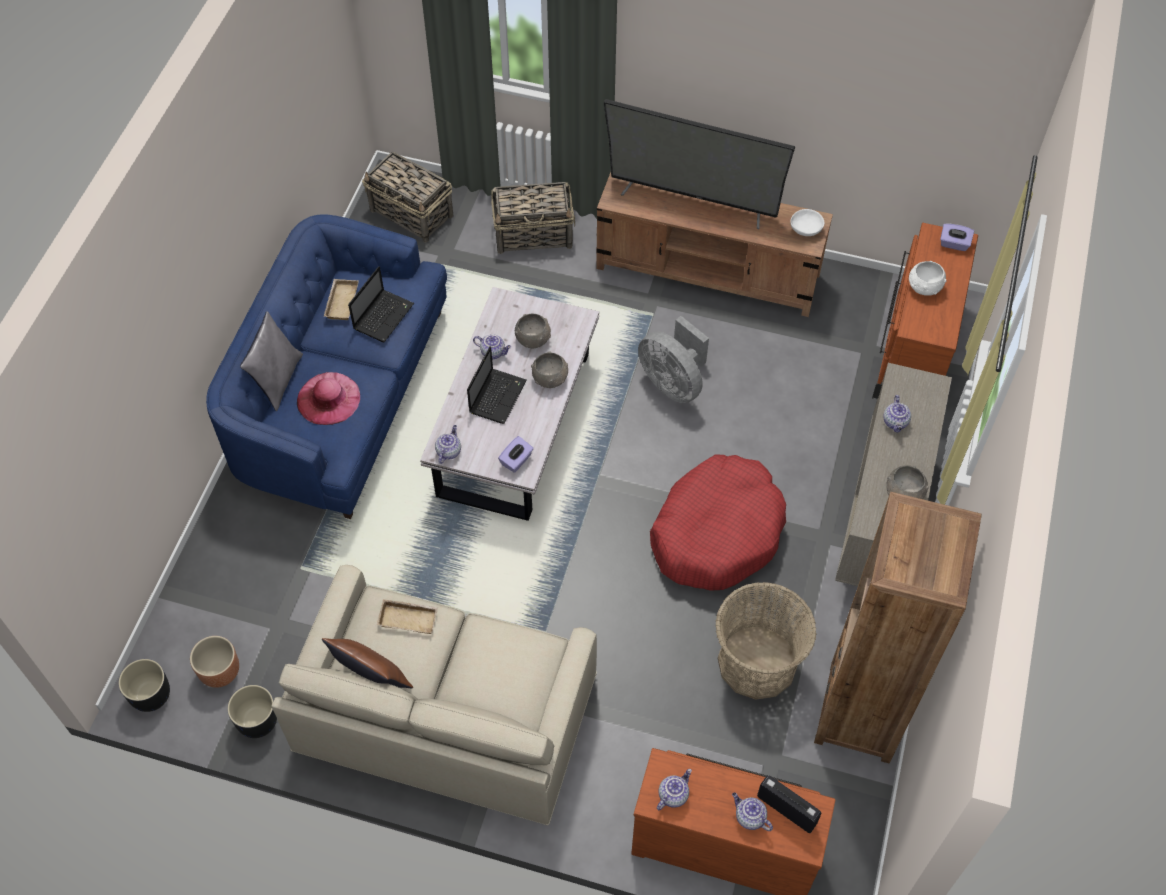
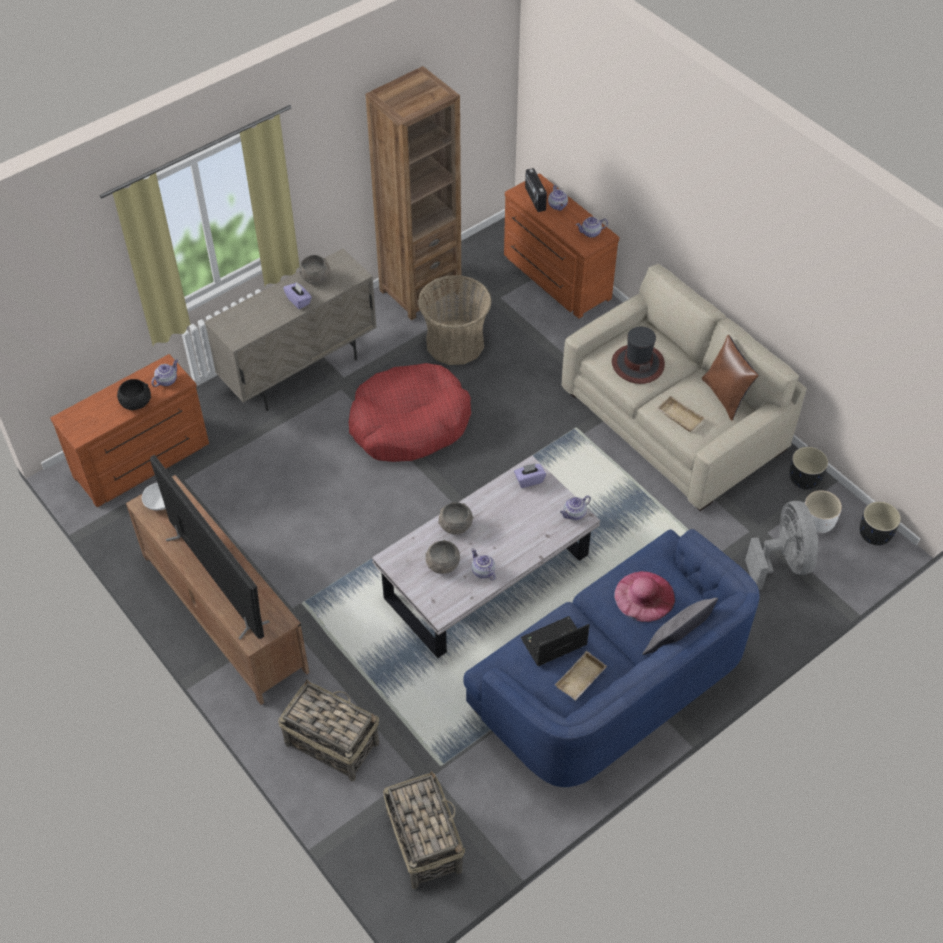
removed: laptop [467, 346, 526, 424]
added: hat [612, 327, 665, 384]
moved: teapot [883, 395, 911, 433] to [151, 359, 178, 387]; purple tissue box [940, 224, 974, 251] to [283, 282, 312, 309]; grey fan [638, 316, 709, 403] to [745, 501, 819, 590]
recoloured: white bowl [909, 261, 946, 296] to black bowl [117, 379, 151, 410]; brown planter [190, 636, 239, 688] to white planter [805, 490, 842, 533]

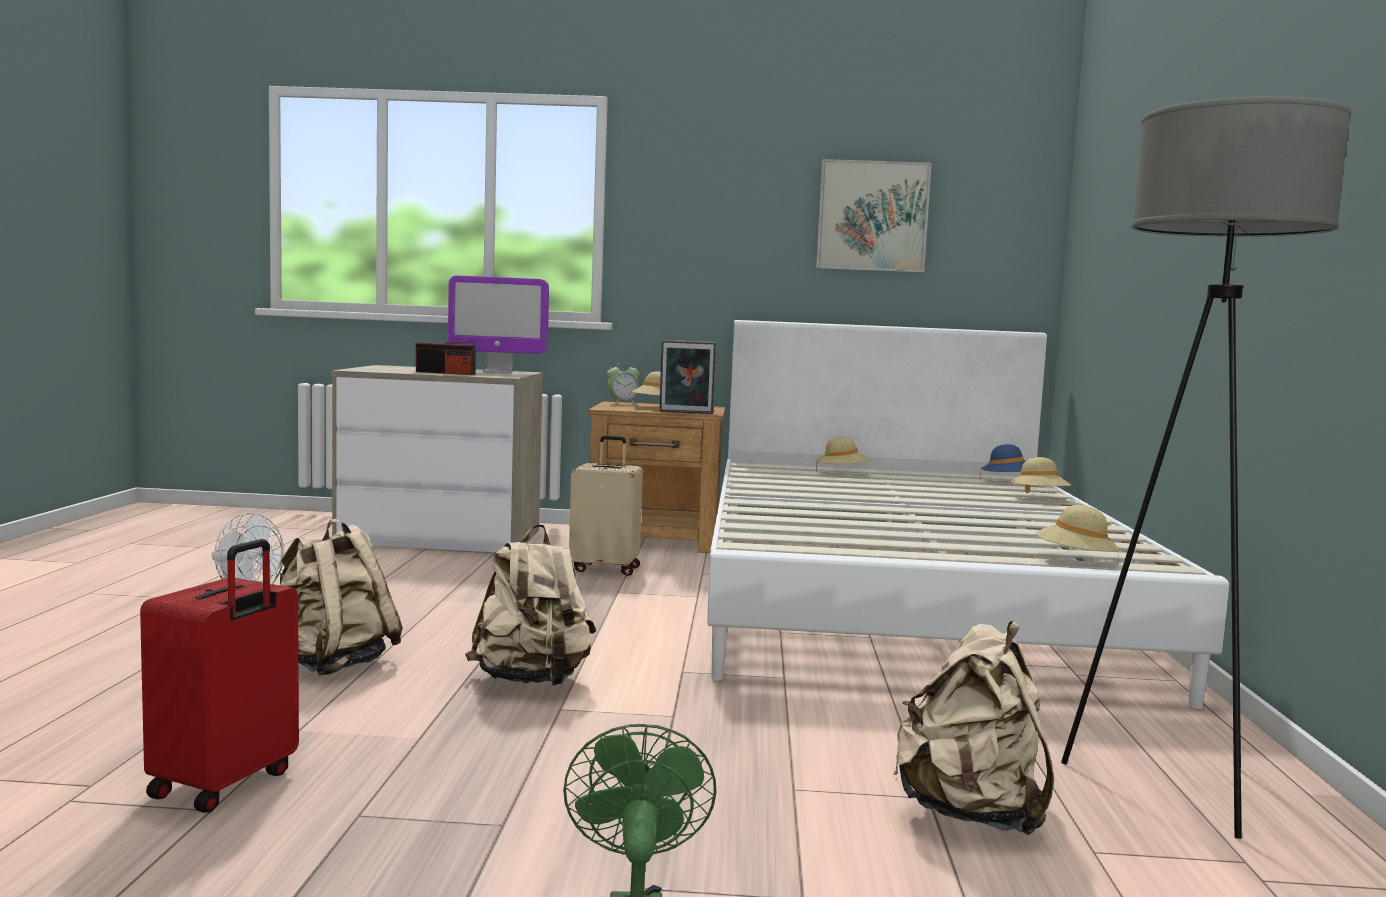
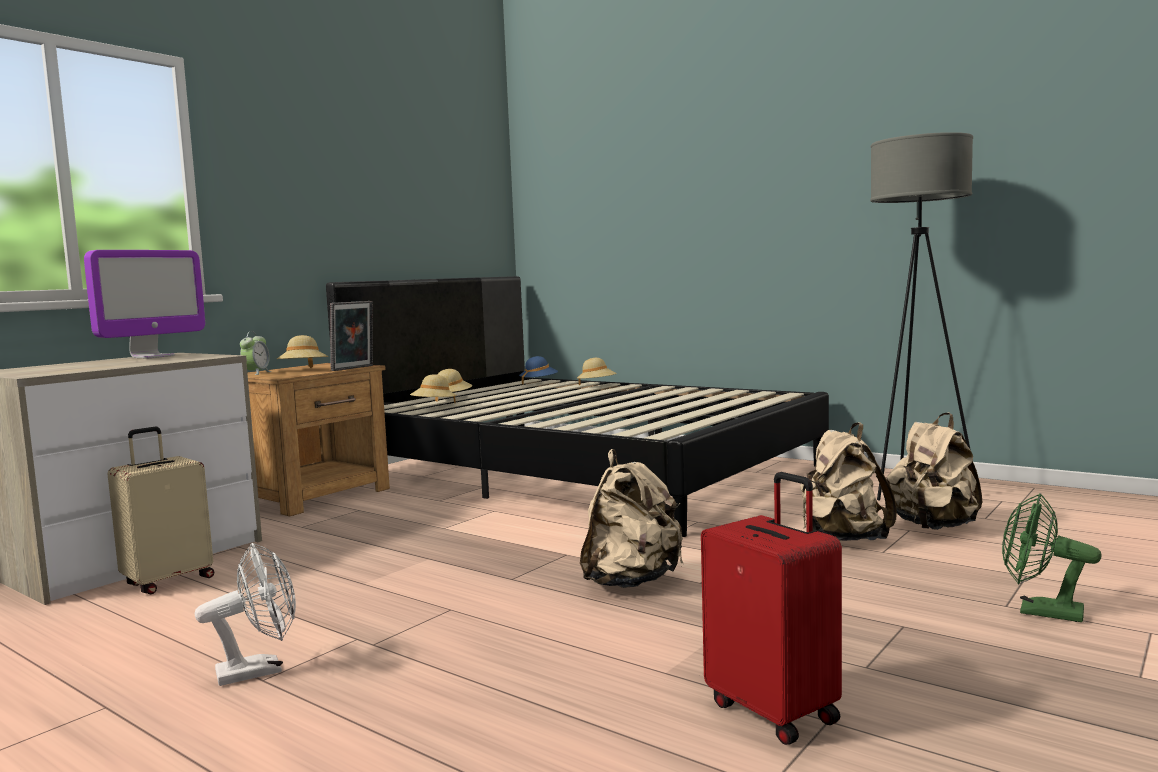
removed: radio [416, 340, 476, 375]; picture [816, 159, 932, 272]
moved: beige suitcase [569, 435, 643, 576] to [108, 427, 214, 594]; beige hat [1035, 505, 1119, 565] to [410, 374, 457, 403]; beige backpack [280, 519, 403, 676] to [800, 422, 897, 541]
recoloured: white bed [707, 320, 1229, 709] to black bed [326, 276, 829, 537]

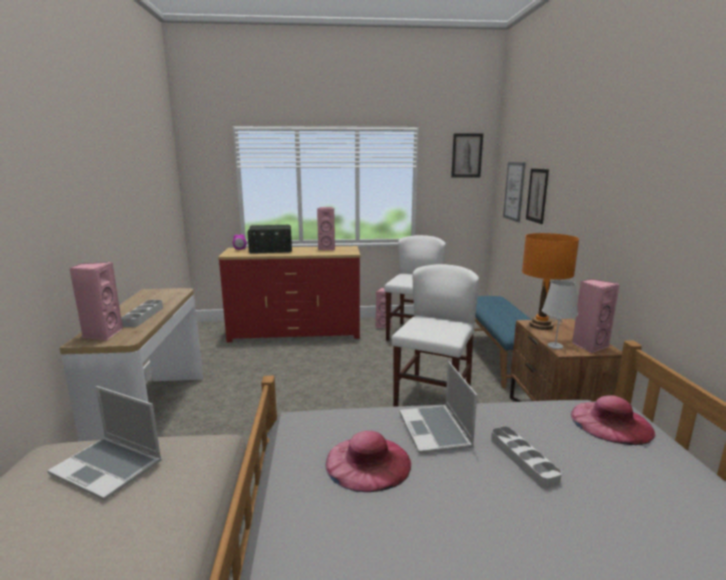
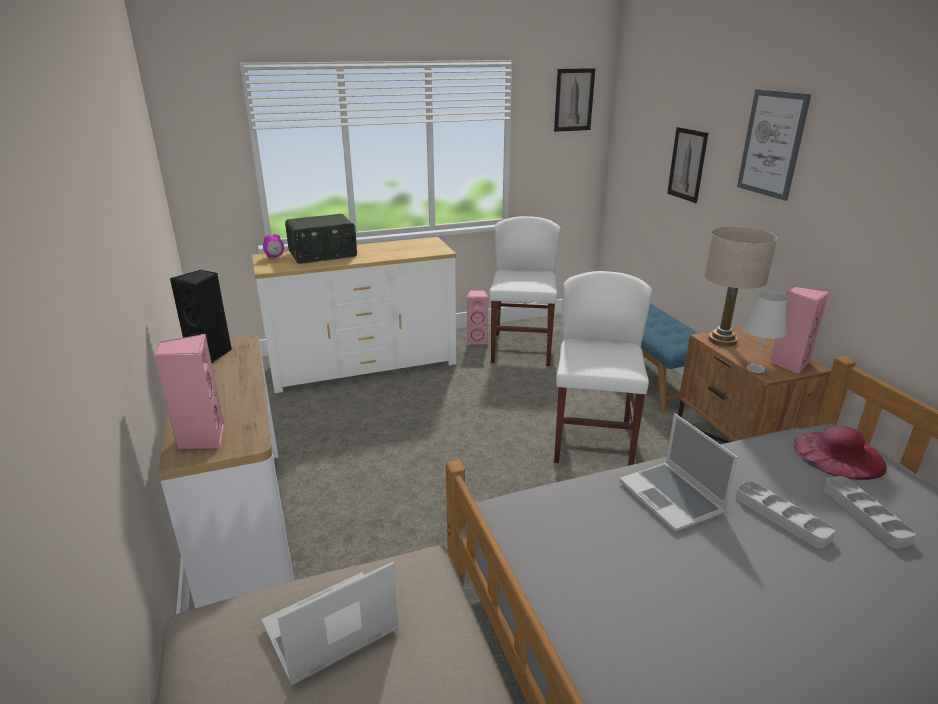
removed: pink speaker [317, 207, 335, 250]; pink hat [325, 431, 411, 492]
added: black speaker [170, 270, 232, 363]
moved: picture [503, 162, 526, 222] to [737, 89, 811, 201]; grey tray [121, 300, 163, 327] to [824, 476, 916, 548]
recoloured: red dresser [218, 246, 360, 342] to white dresser [252, 237, 456, 393]; orange table lamp [522, 233, 579, 330] to beige table lamp [704, 226, 777, 346]
turned: laptop [47, 386, 162, 501] = [261, 562, 399, 685] 135 degrees clockwise

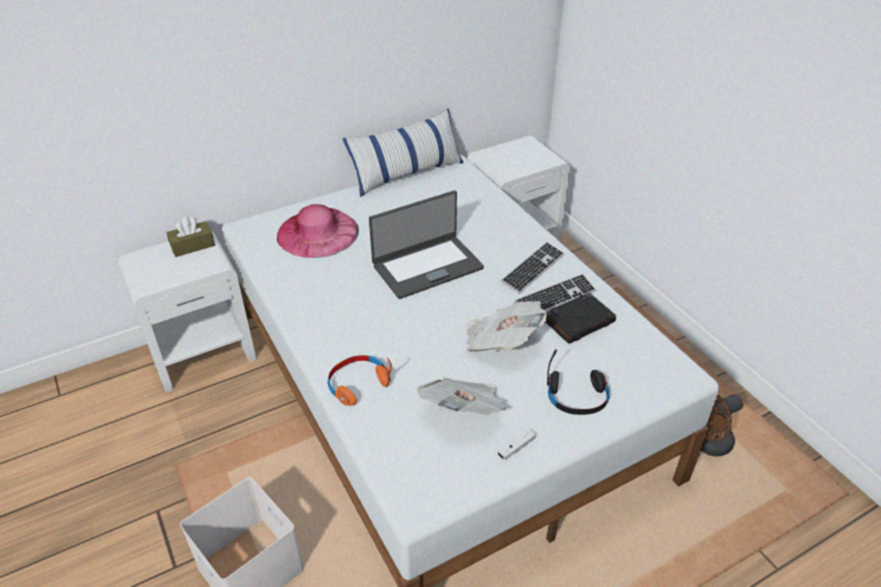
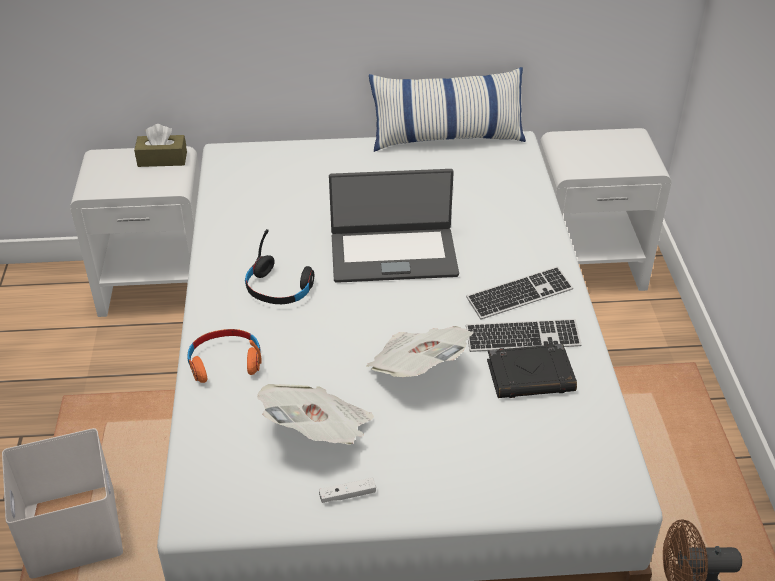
removed: pink hat [277, 204, 359, 258]
moved: black headphones [547, 350, 610, 415] to [245, 229, 314, 304]

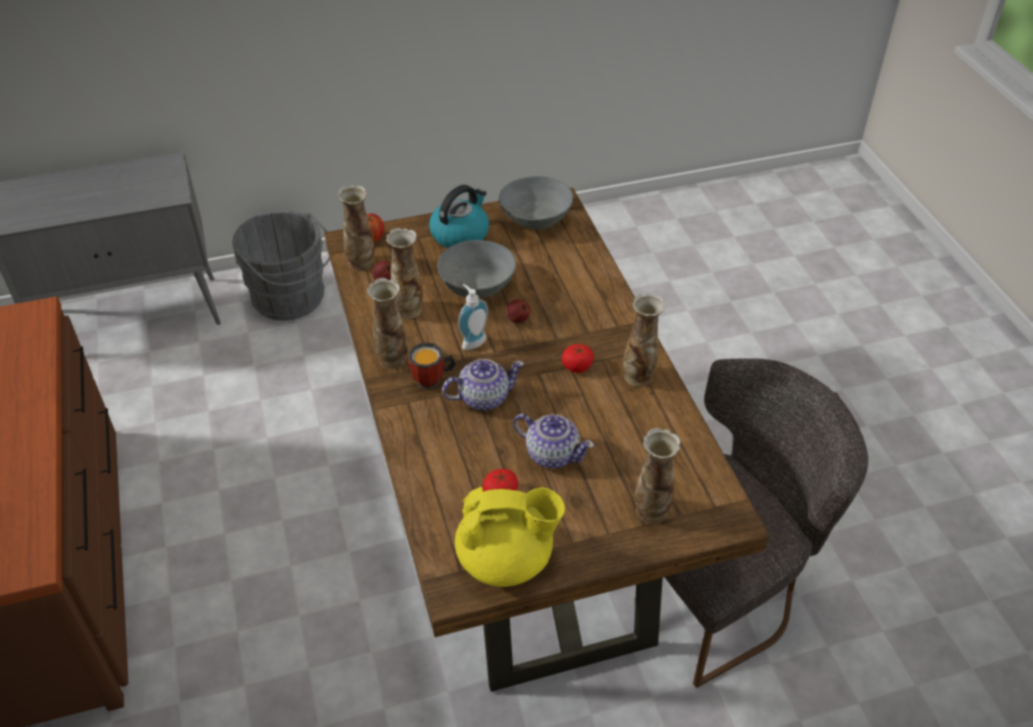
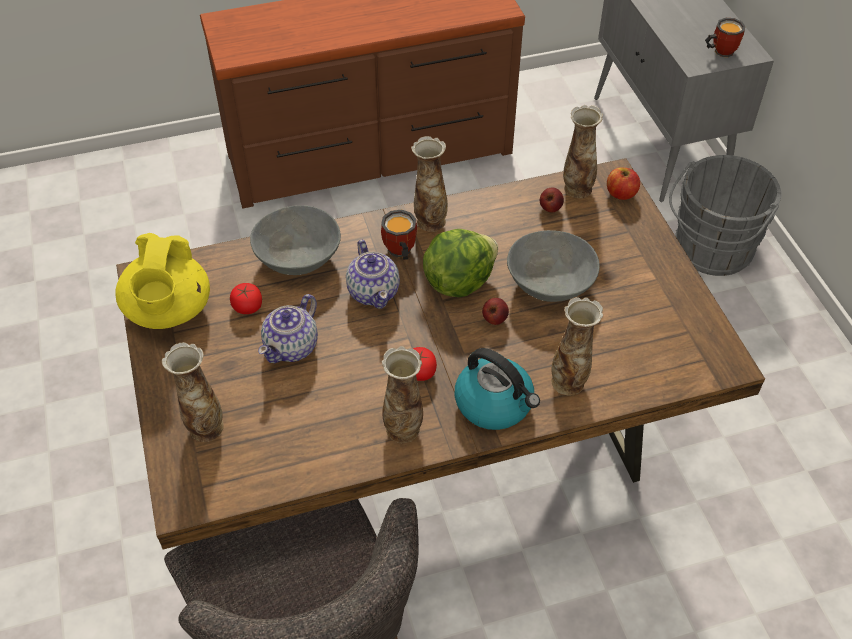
added: mug [705, 18, 746, 57]
moved: grey bowl [498, 176, 573, 230] to [250, 205, 341, 275]; kettle [429, 185, 489, 248] to [454, 348, 540, 430]; vase [386, 228, 423, 319] to [552, 297, 603, 395]
replaced: soap dispenser [458, 284, 488, 350] to lettuce [423, 229, 498, 297]

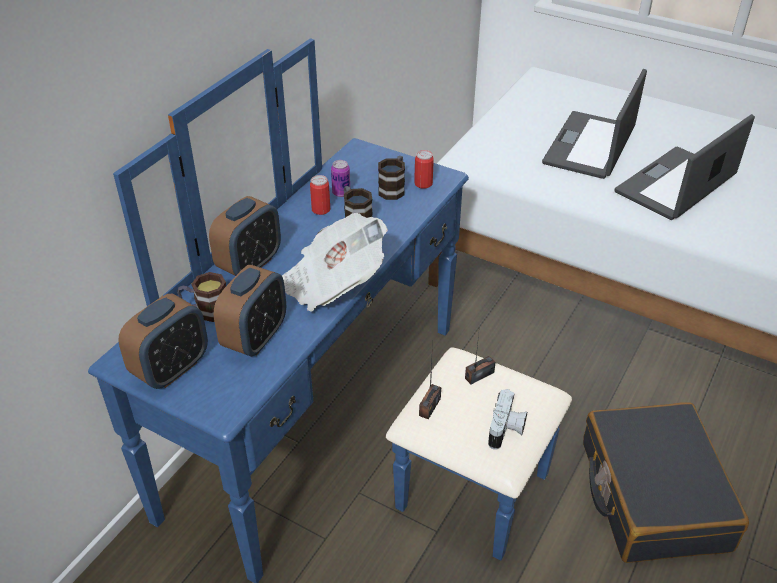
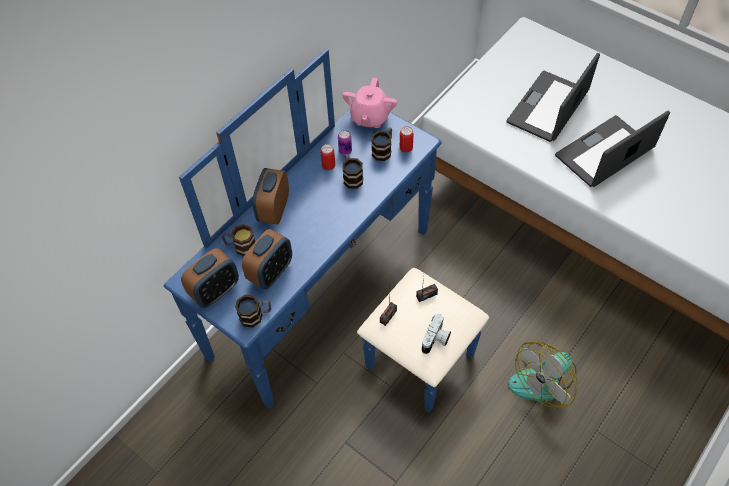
removed: newspaper [282, 213, 388, 312]
added: mug [235, 295, 271, 328]; pink teapot [342, 78, 397, 128]
replaced: black suitcase [583, 402, 749, 563] to fan [508, 341, 578, 407]
turned: alarm clock [209, 196, 281, 276] = [252, 168, 289, 225] 150 degrees clockwise

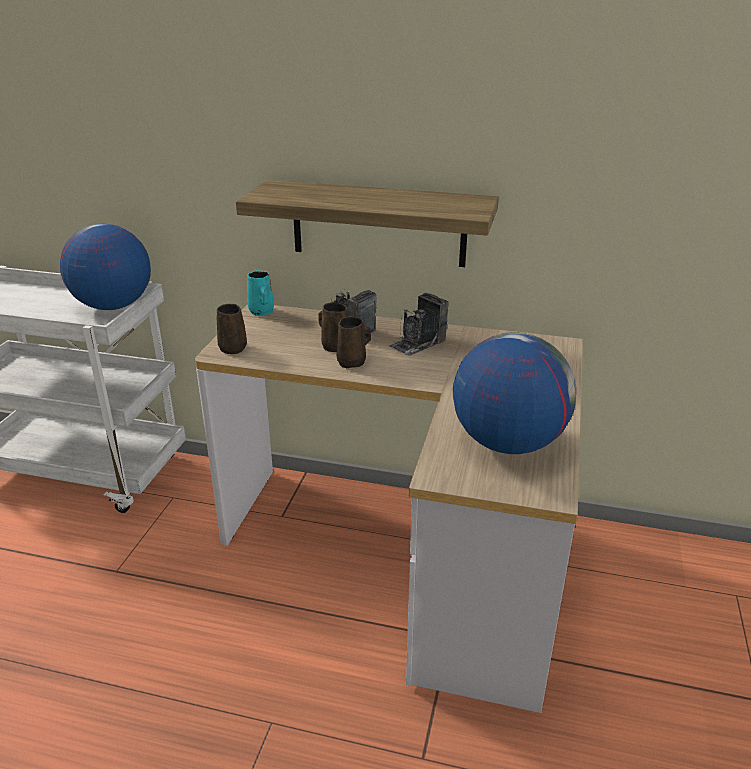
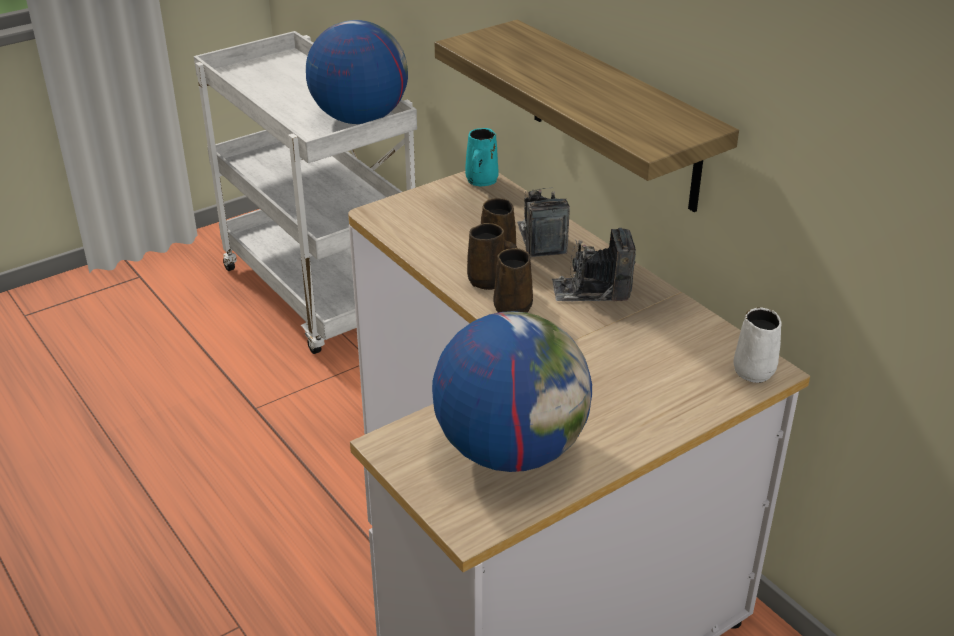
added: white mug [733, 307, 781, 383]
moved: brown mug [217, 304, 247, 354] to [493, 248, 533, 313]

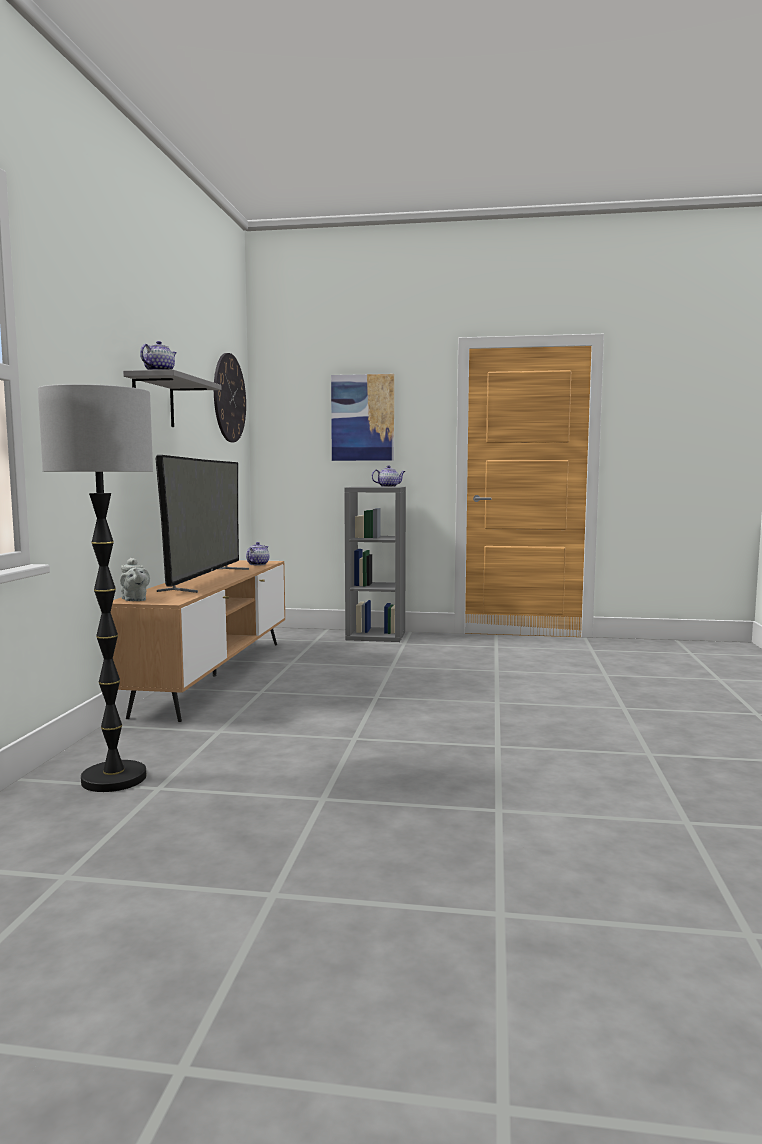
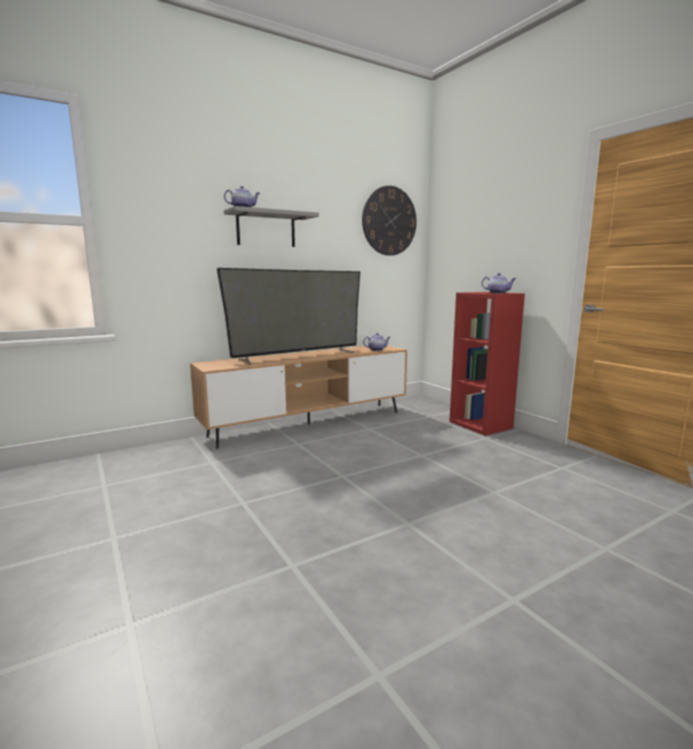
removed: floor lamp [38, 384, 153, 792]; grey teapot [120, 558, 150, 601]; picture [331, 374, 394, 461]
recoloured: grey bookcase [344, 487, 406, 642] to red bookcase [449, 292, 525, 436]

